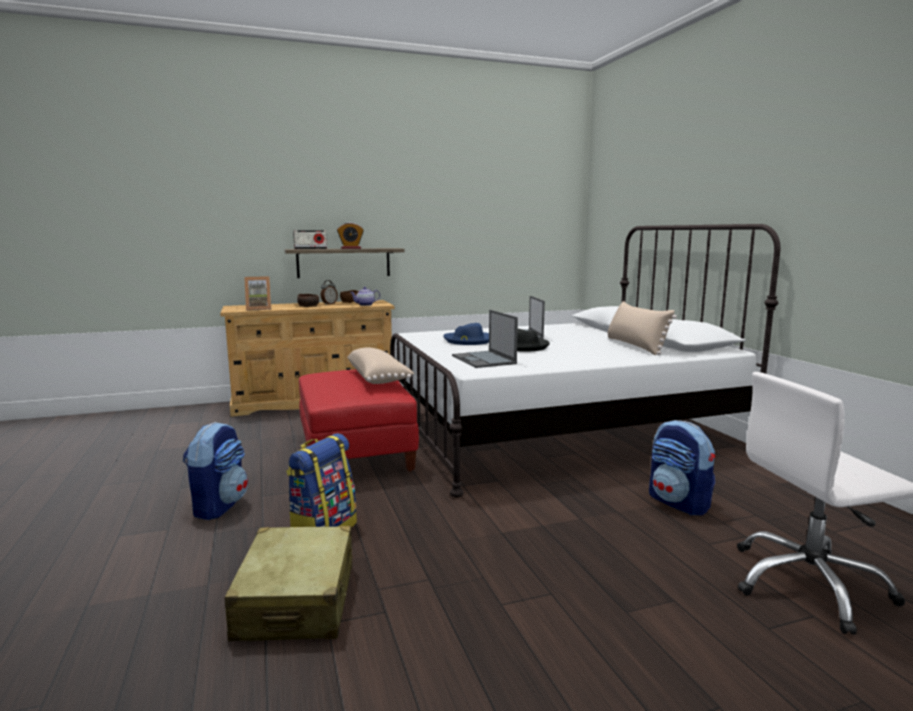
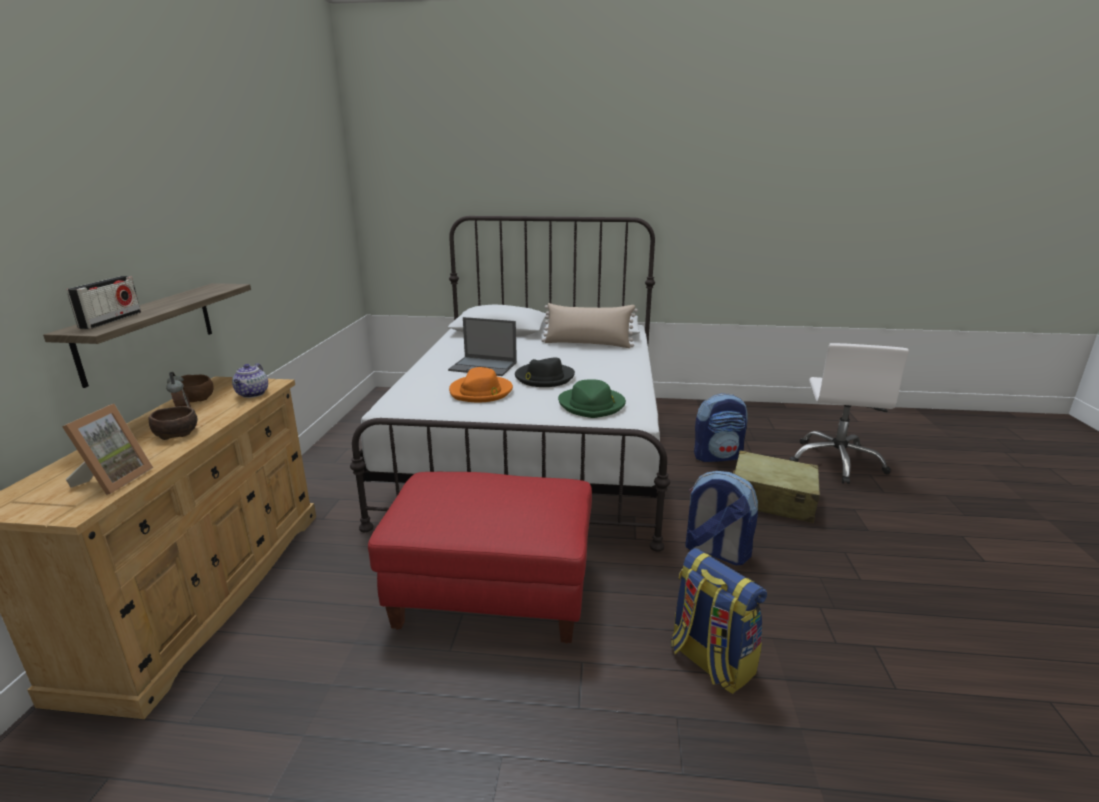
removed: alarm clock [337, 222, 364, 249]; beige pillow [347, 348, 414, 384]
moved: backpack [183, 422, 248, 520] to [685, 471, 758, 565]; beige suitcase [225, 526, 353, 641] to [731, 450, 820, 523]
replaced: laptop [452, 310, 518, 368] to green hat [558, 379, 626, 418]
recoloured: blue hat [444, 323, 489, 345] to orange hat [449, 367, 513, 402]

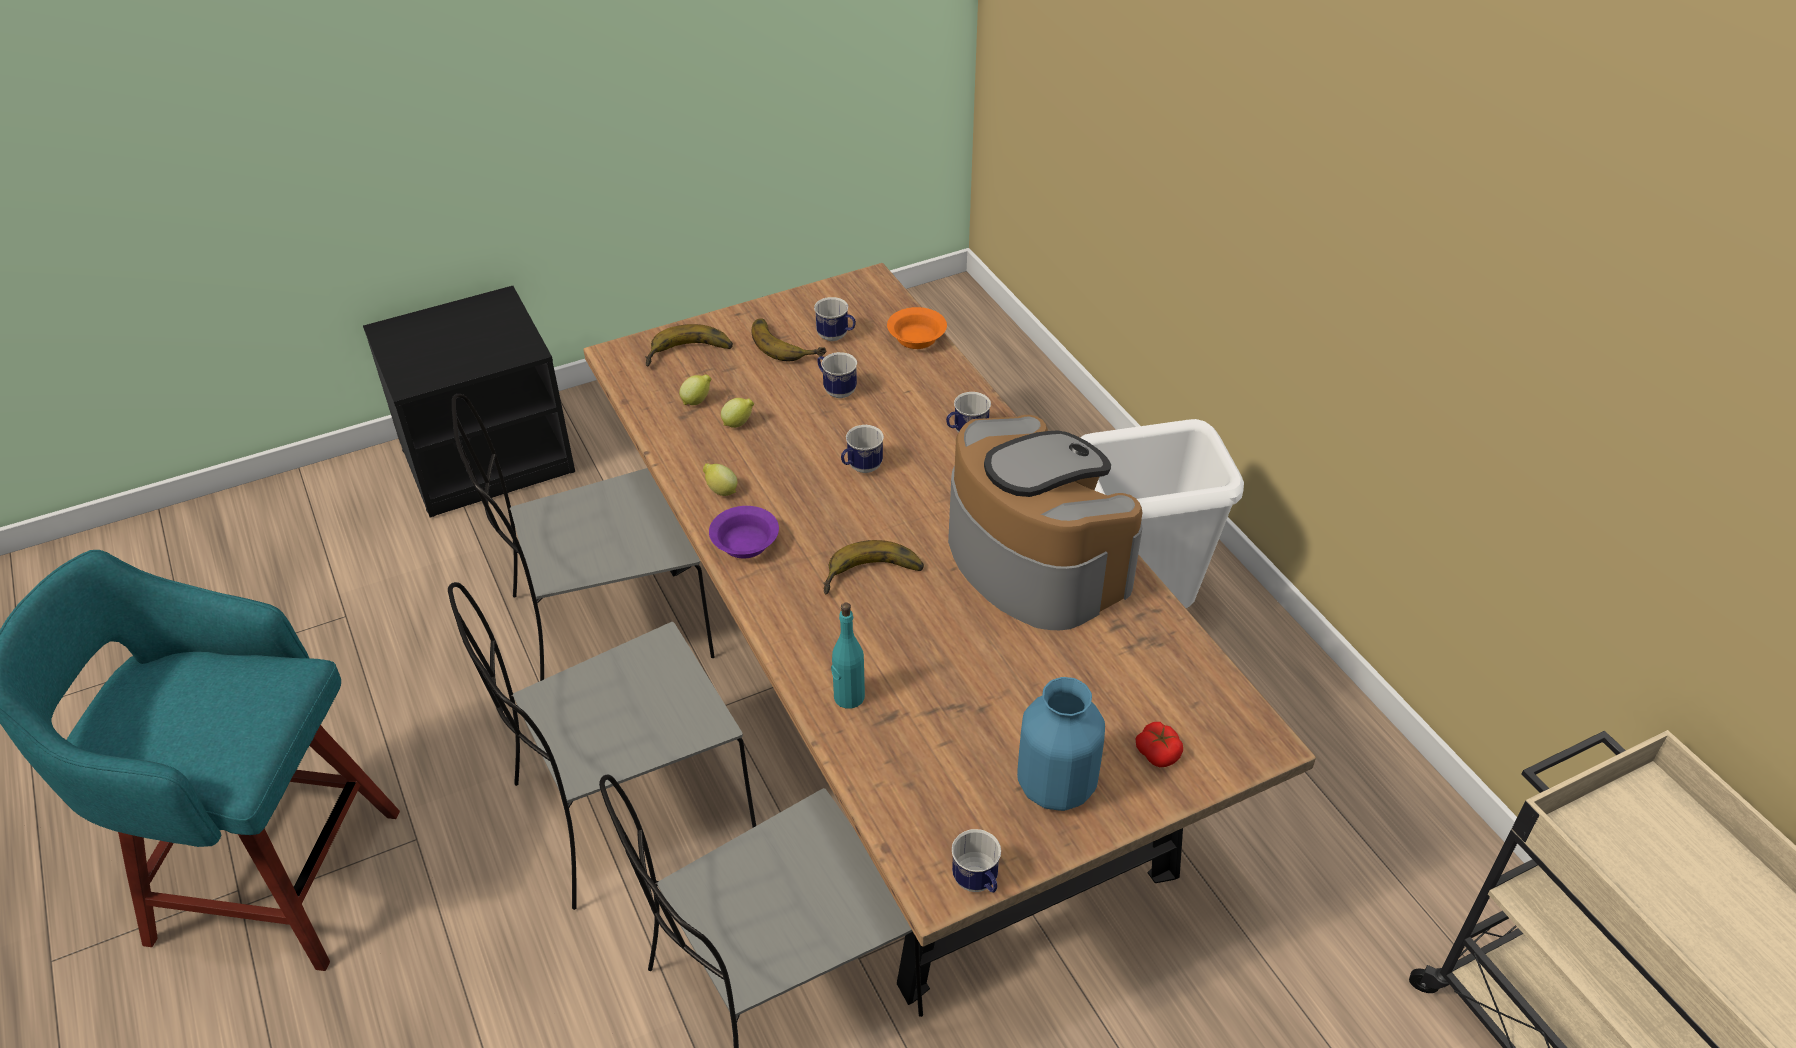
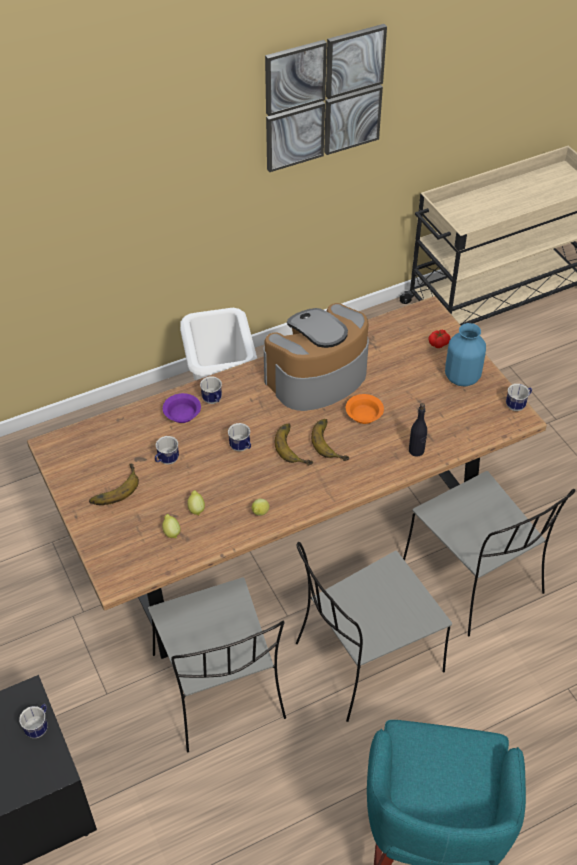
added: picture [265, 24, 387, 172]
moved: mug [814, 297, 856, 341] to [19, 704, 48, 738]; purple bowl [709, 506, 779, 559] to [163, 393, 201, 423]; banana [645, 324, 733, 367] to [275, 424, 313, 465]; orange bowl [887, 307, 947, 349] to [346, 394, 384, 424]
recoloured: turquoise bottle [831, 603, 865, 709] to black bottle [409, 403, 427, 456]
turned: grey chair [448, 582, 756, 910] = [296, 542, 452, 722] 90 degrees clockwise

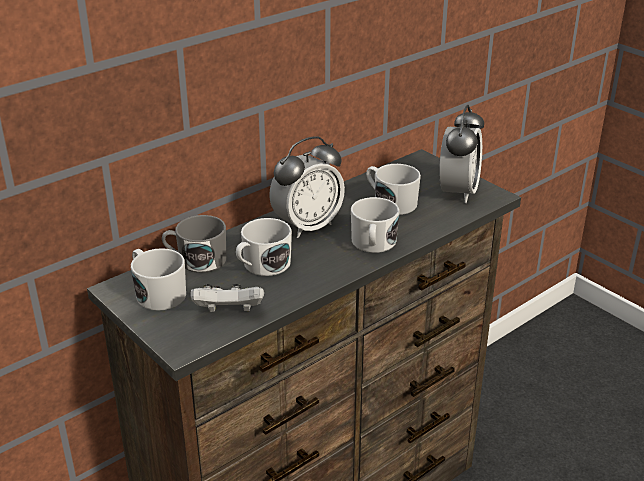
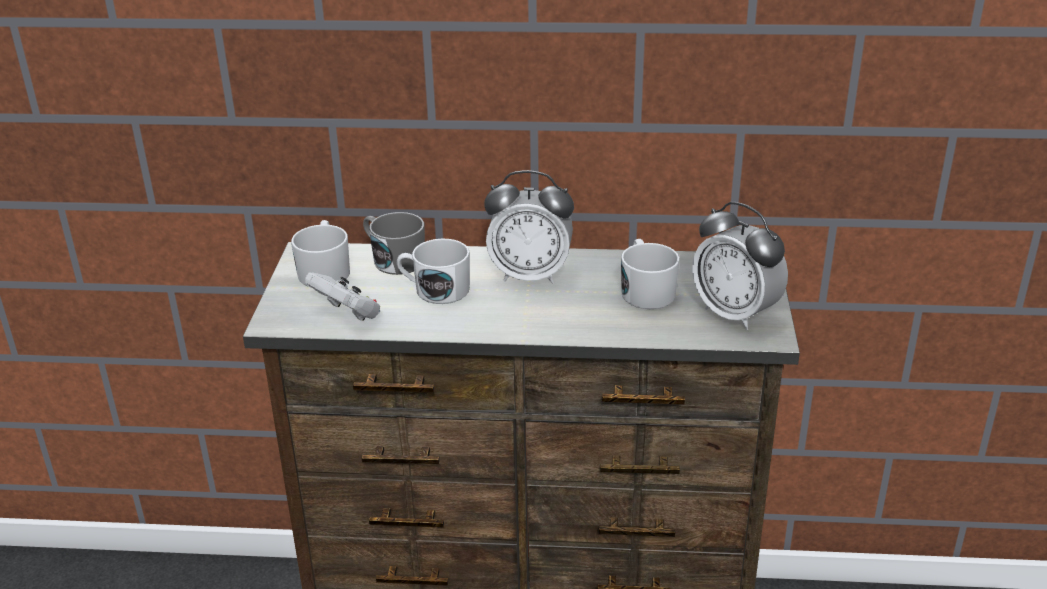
removed: white mug [351, 197, 400, 253]
turned: alarm clock [439, 105, 484, 203] = [692, 202, 788, 330] 75 degrees clockwise

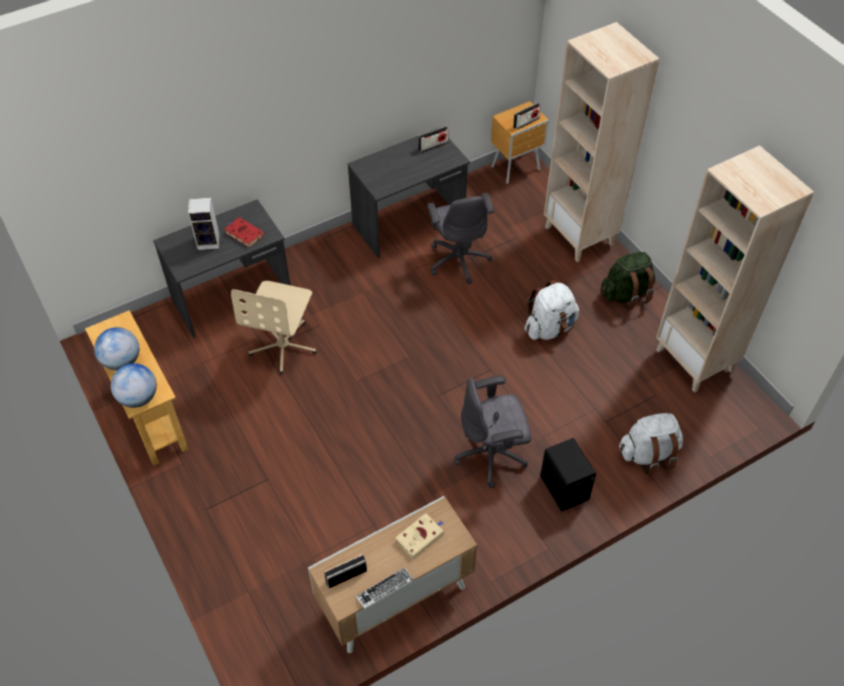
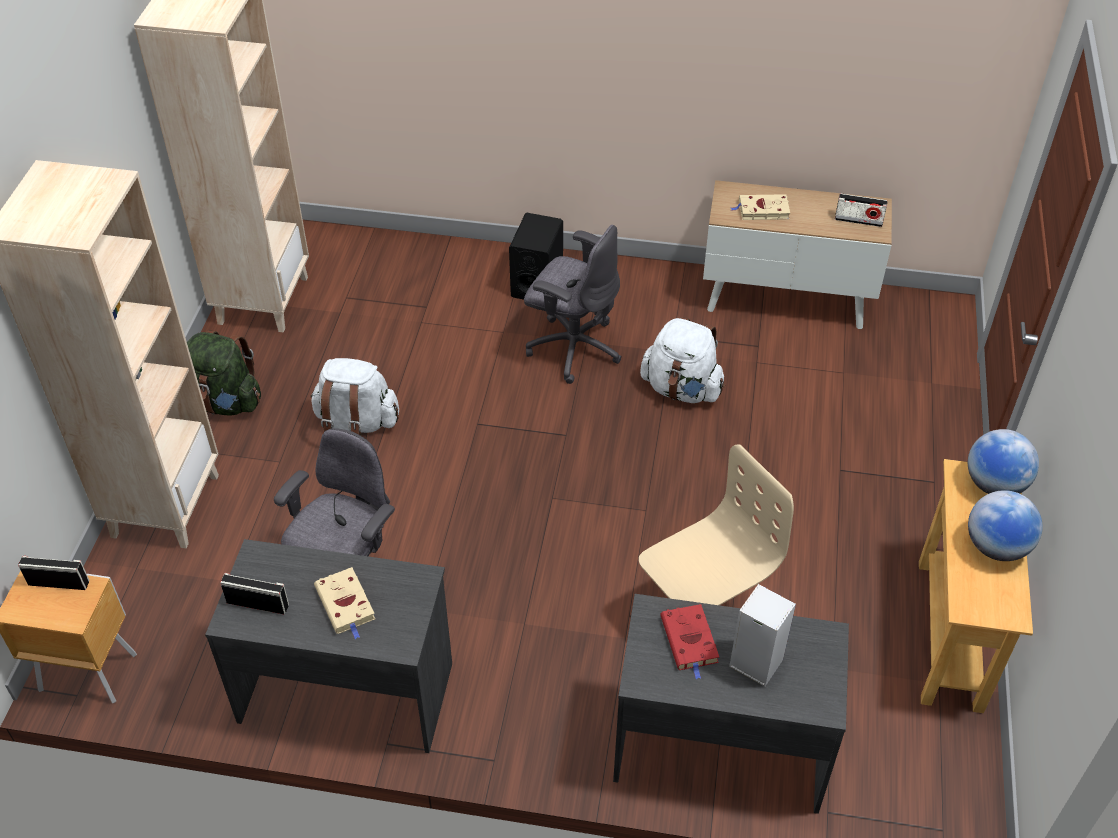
removed: keyboard [356, 568, 414, 610]
added: beige book [314, 567, 375, 639]
moved: white backpack [619, 413, 683, 475] to [640, 317, 725, 403]

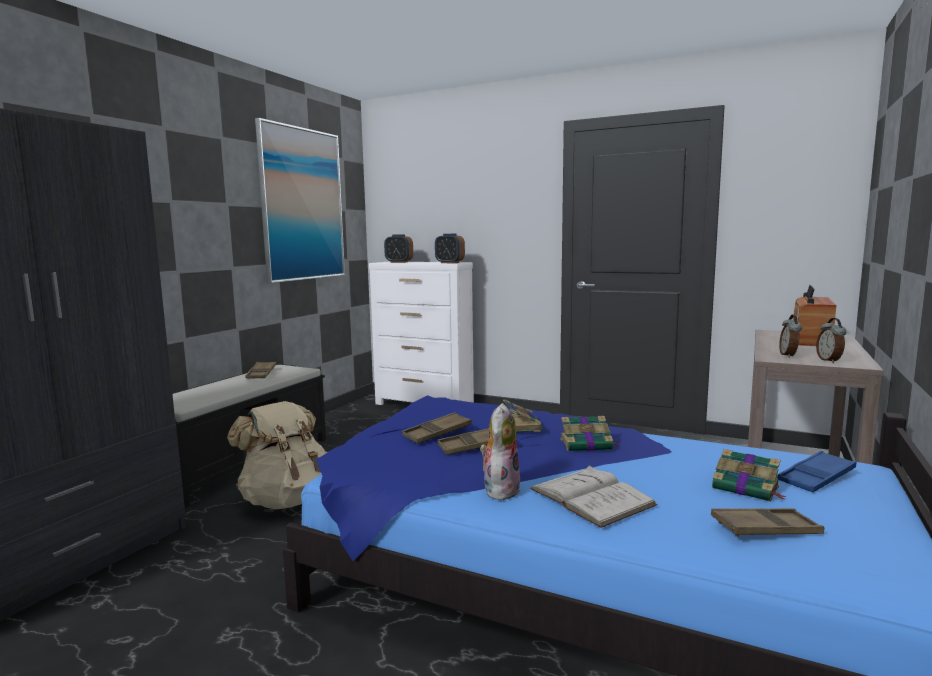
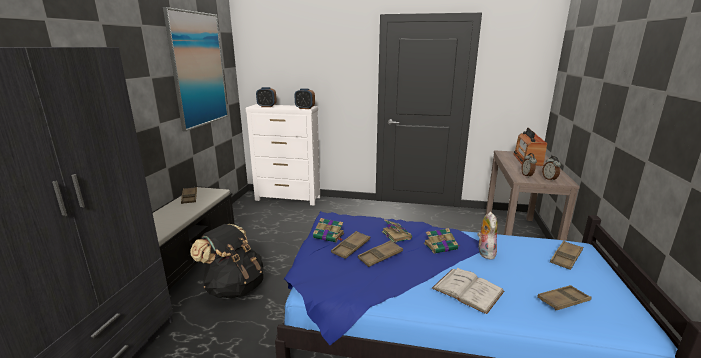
moved: book [712, 449, 786, 502] to [313, 218, 344, 242]; plush toy [480, 403, 520, 500] to [477, 211, 498, 260]
recoloured: beige backpack [227, 401, 327, 509] to black backpack [190, 224, 263, 298]; blue tray [777, 451, 857, 493] to brown tray [550, 241, 583, 270]

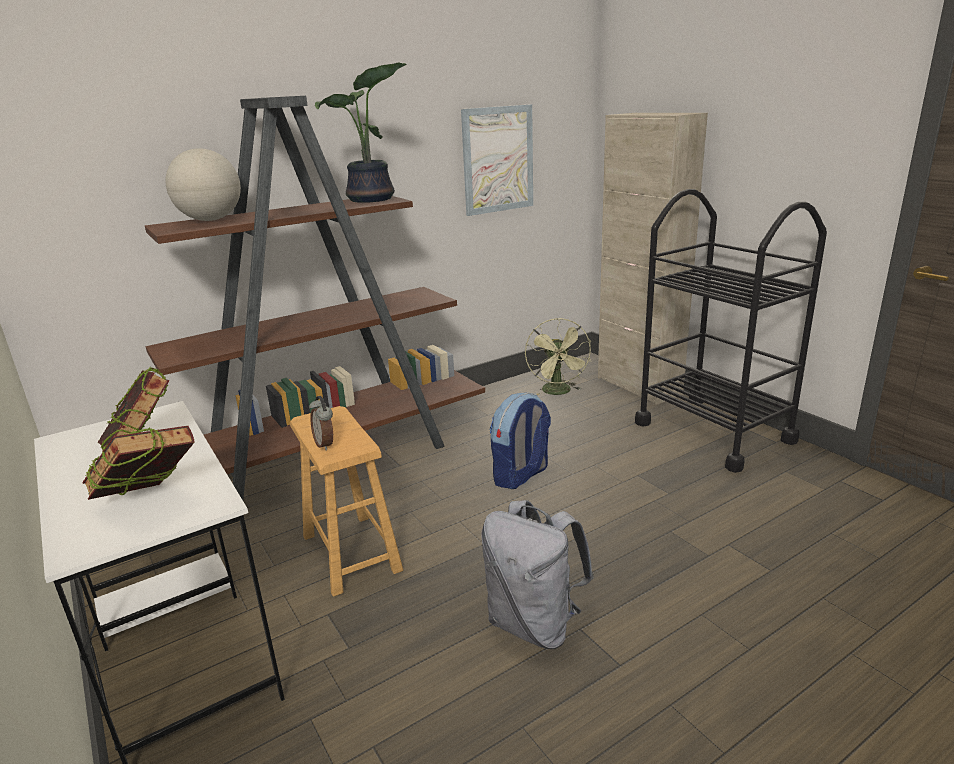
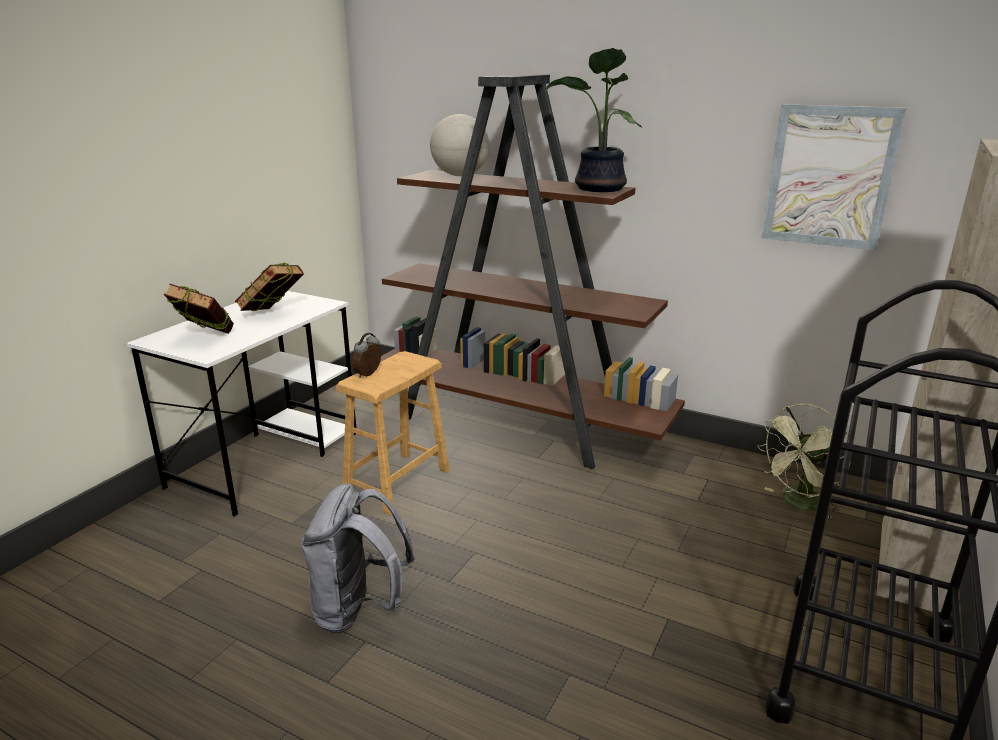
removed: backpack [490, 393, 551, 489]

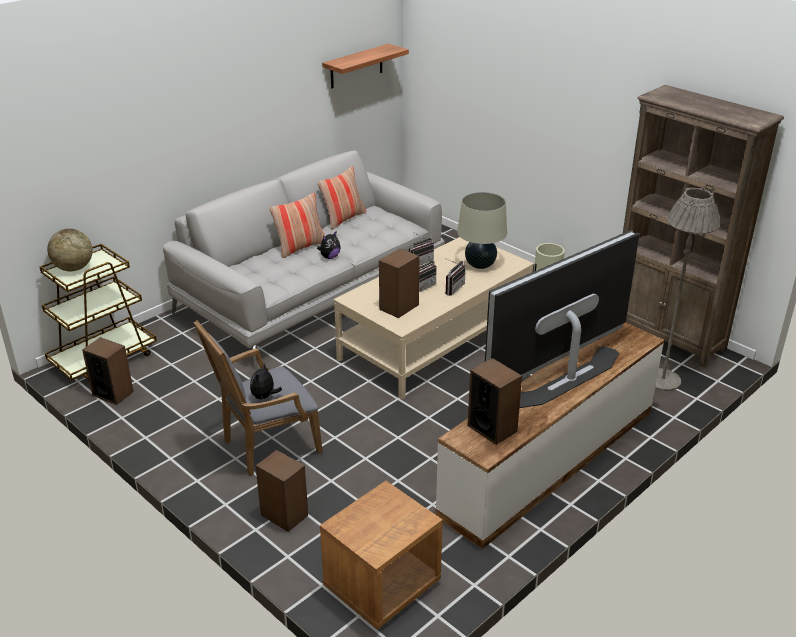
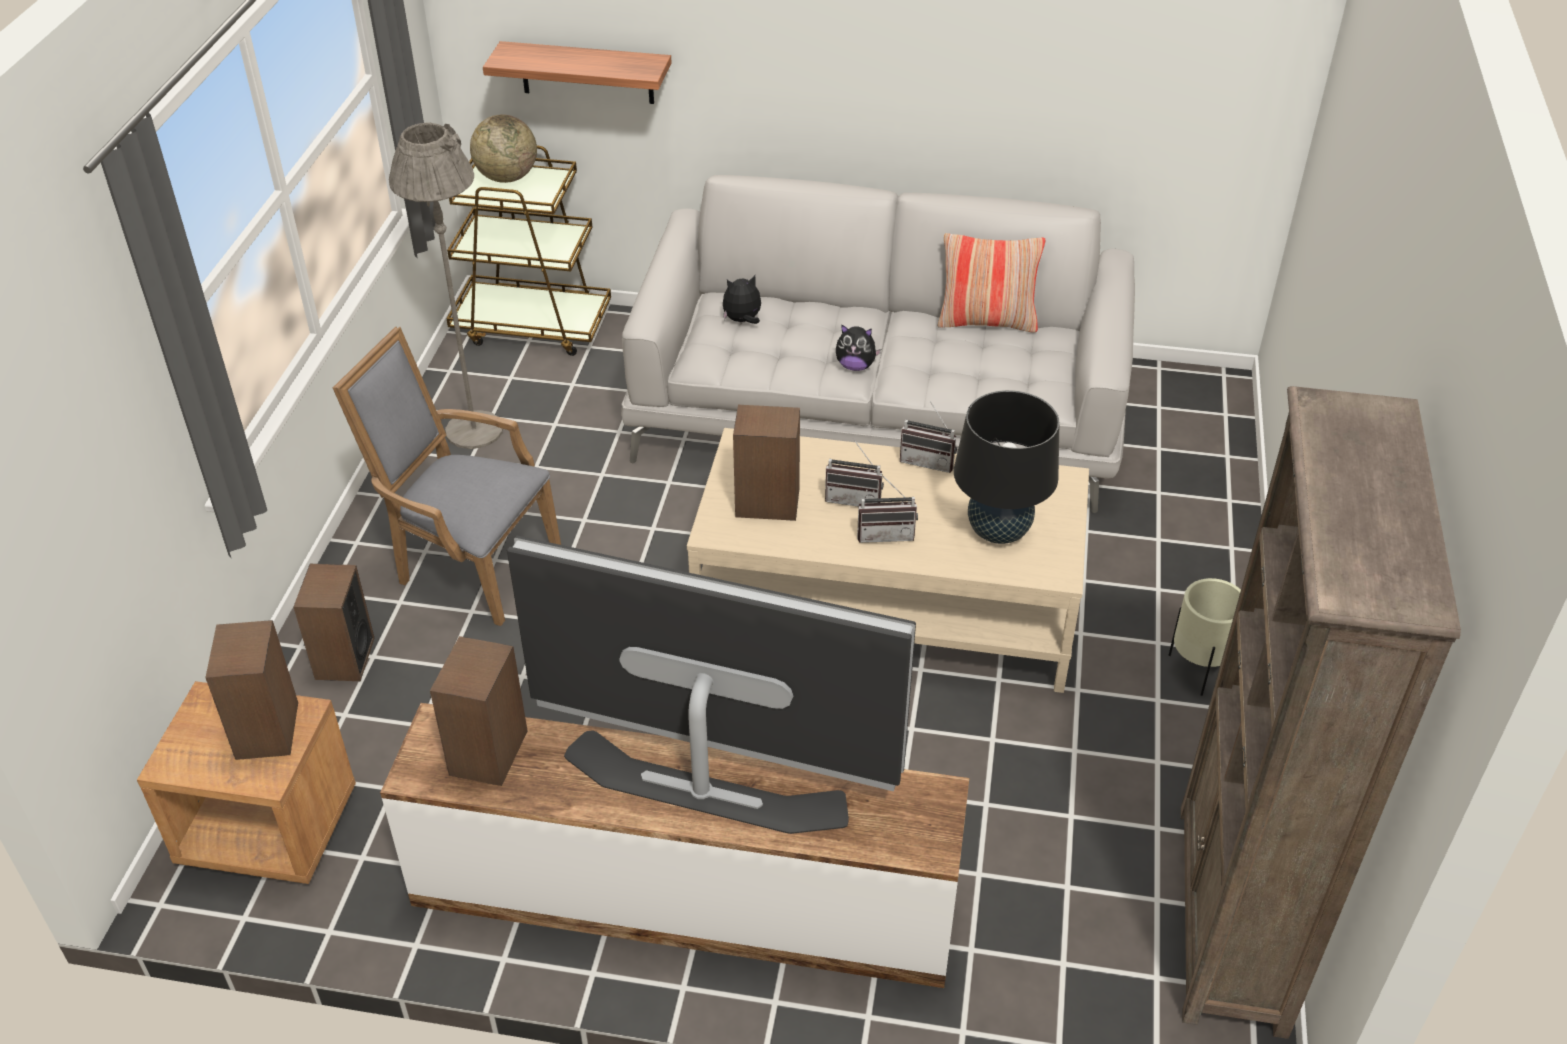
removed: pillow [269, 193, 325, 258]
moved: speaker [82, 337, 134, 405] to [205, 620, 298, 760]; grey floor lamp [655, 187, 720, 391] to [389, 122, 503, 449]; shelf [322, 44, 409, 88] to [483, 41, 672, 104]; plush toy [250, 364, 282, 399] to [723, 275, 761, 324]
recoloured: beige table lamp [457, 192, 507, 269] to black table lamp [954, 390, 1059, 544]

